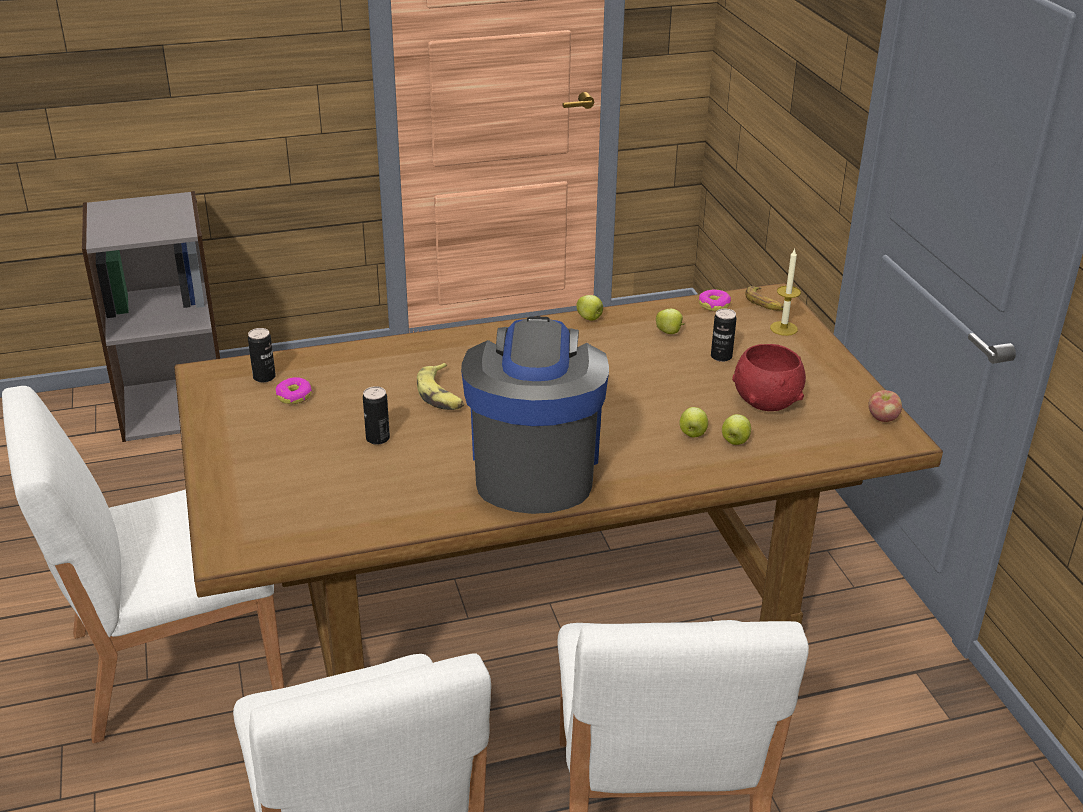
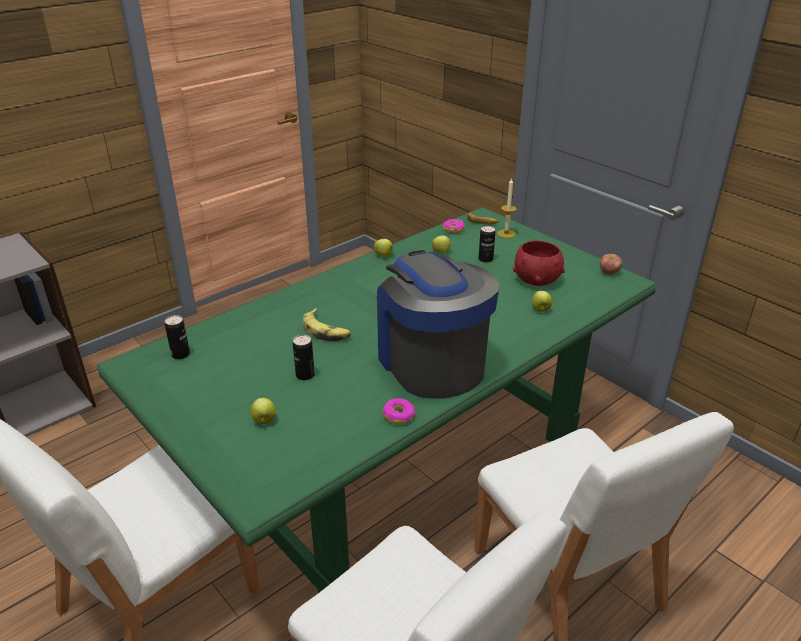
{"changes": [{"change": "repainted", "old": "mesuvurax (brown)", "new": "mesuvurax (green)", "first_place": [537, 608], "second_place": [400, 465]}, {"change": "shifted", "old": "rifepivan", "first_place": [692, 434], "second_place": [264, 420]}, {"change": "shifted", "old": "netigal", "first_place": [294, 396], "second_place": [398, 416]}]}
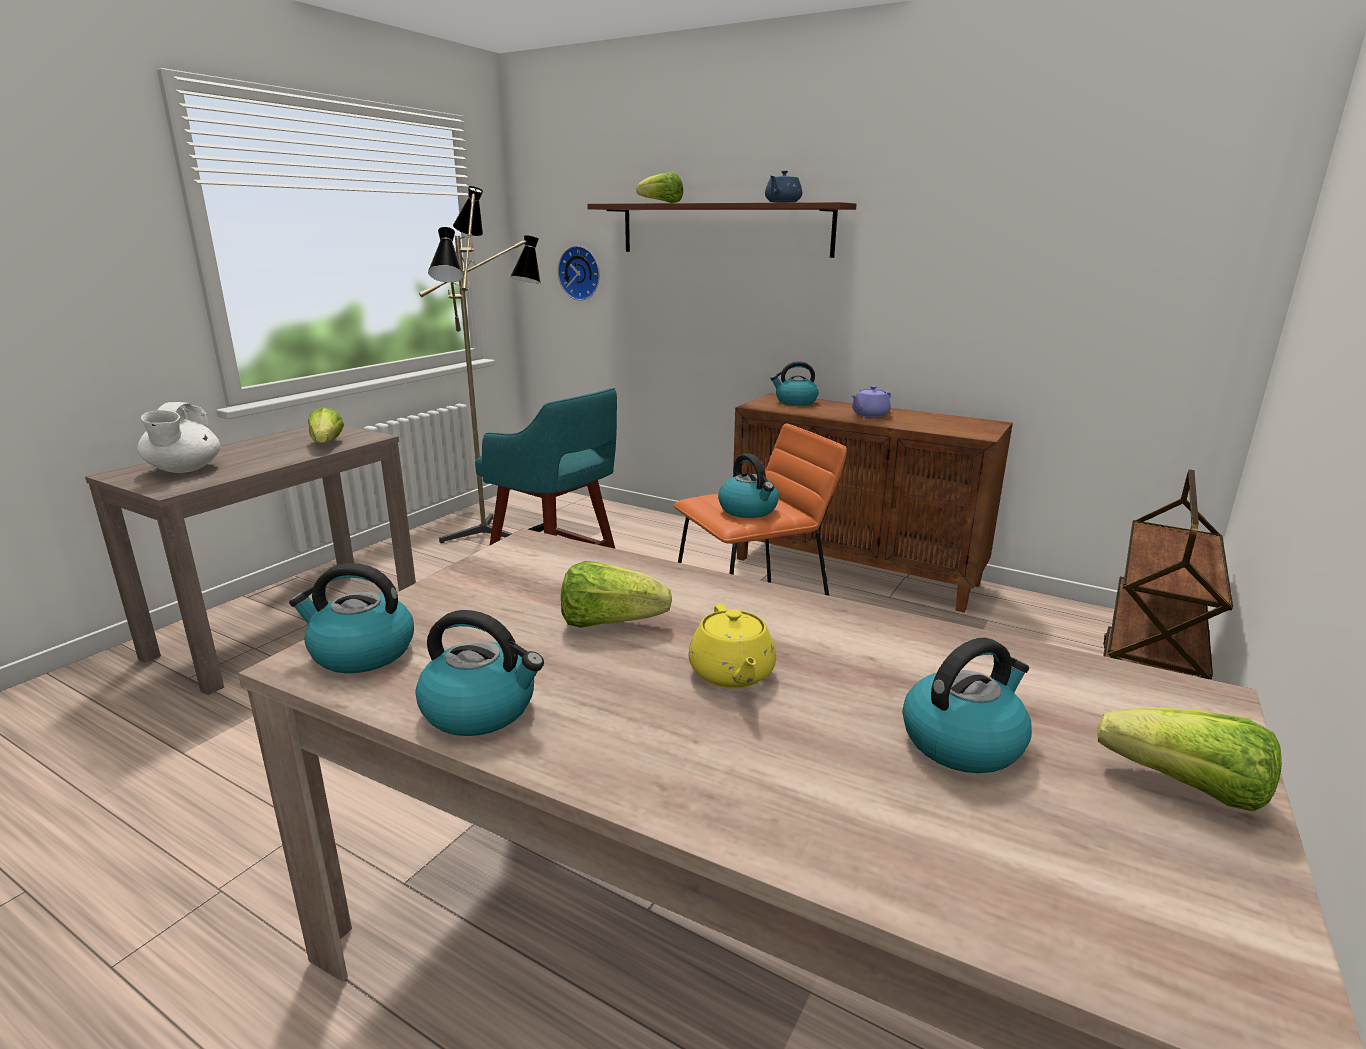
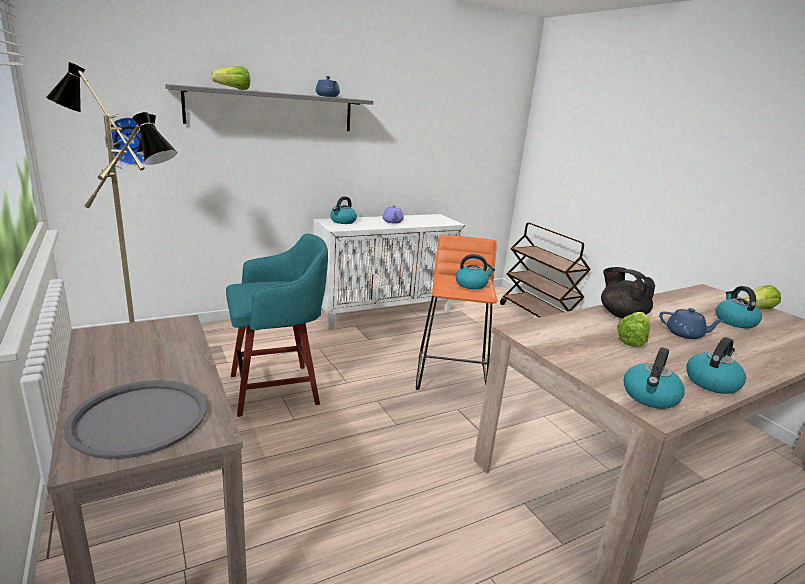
{"changes": [{"change": "swapped", "old": "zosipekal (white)", "new": "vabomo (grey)", "first_place": [184, 470], "second_place": [140, 418]}, {"change": "repainted", "old": "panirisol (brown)", "new": "panirisol (grey)", "first_place": [723, 229], "second_place": [272, 110]}, {"change": "repainted", "old": "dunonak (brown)", "new": "dunonak (white)", "first_place": [856, 571], "second_place": [385, 311]}, {"change": "new", "new": "zosipekal (black)", "second_place": [621, 315]}, {"change": "repainted", "old": "zosipekal (yellow)", "new": "zosipekal (blue)", "first_place": [732, 674], "second_place": [685, 334]}, {"change": "gone", "old": "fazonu", "first_place": [327, 444]}]}
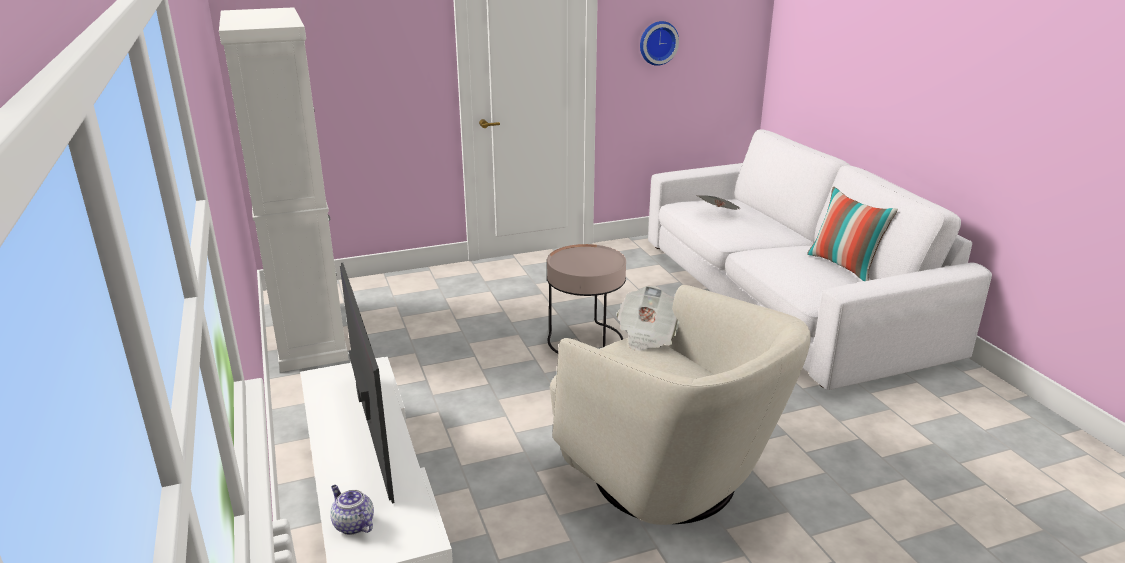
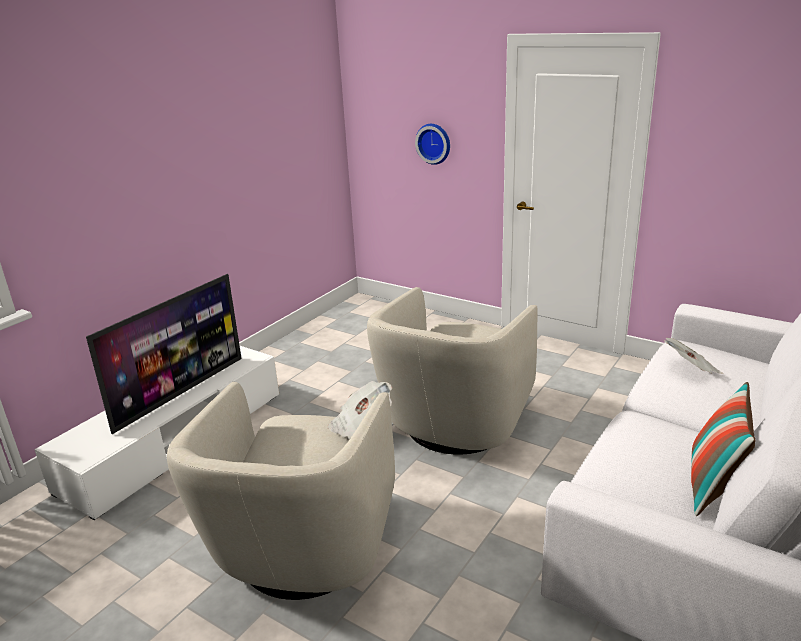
{"changes": [{"change": "swapped", "old": "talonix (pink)", "new": "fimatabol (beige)", "first_place": [585, 341], "second_place": [455, 425]}, {"change": "shifted", "old": "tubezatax", "first_place": [657, 42], "second_place": [434, 143]}, {"change": "gone", "old": "dunonak (white)", "first_place": [309, 335]}, {"change": "gone", "old": "zosipekal", "first_place": [353, 524]}]}
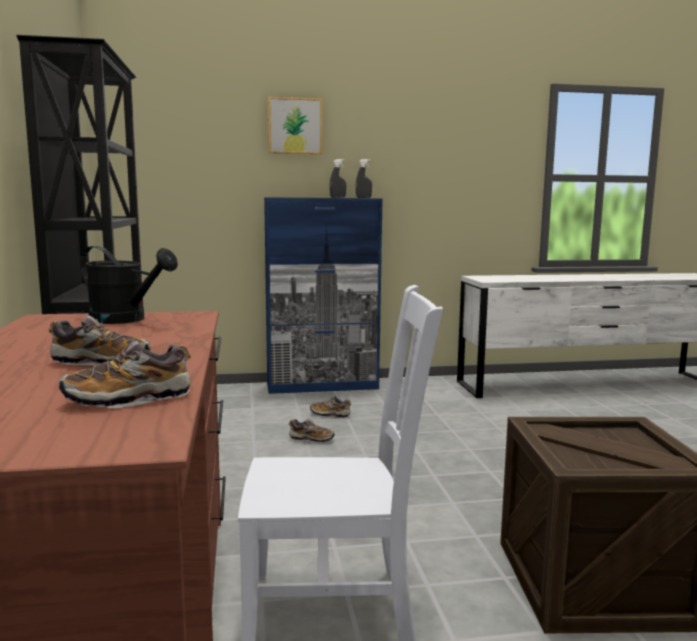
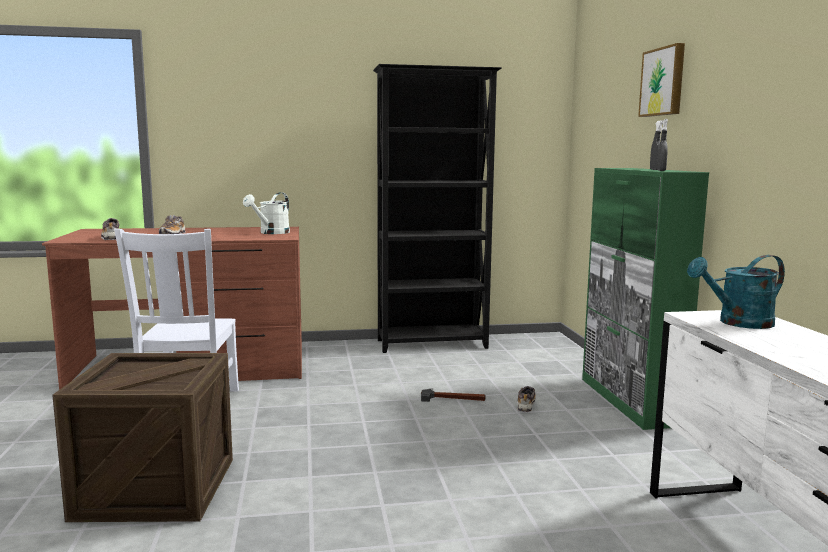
{"changes": [{"change": "repainted", "old": "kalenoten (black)", "new": "kalenoten (white)", "first_place": [126, 320], "second_place": [271, 233]}, {"change": "swapped", "old": "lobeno", "new": "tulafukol", "first_place": [311, 439], "second_place": [453, 398]}, {"change": "repainted", "old": "dunonak (blue)", "new": "dunonak (green)", "first_place": [323, 386], "second_place": [629, 401]}, {"change": "new", "new": "kalenoten (turquoise)", "second_place": [738, 323]}]}
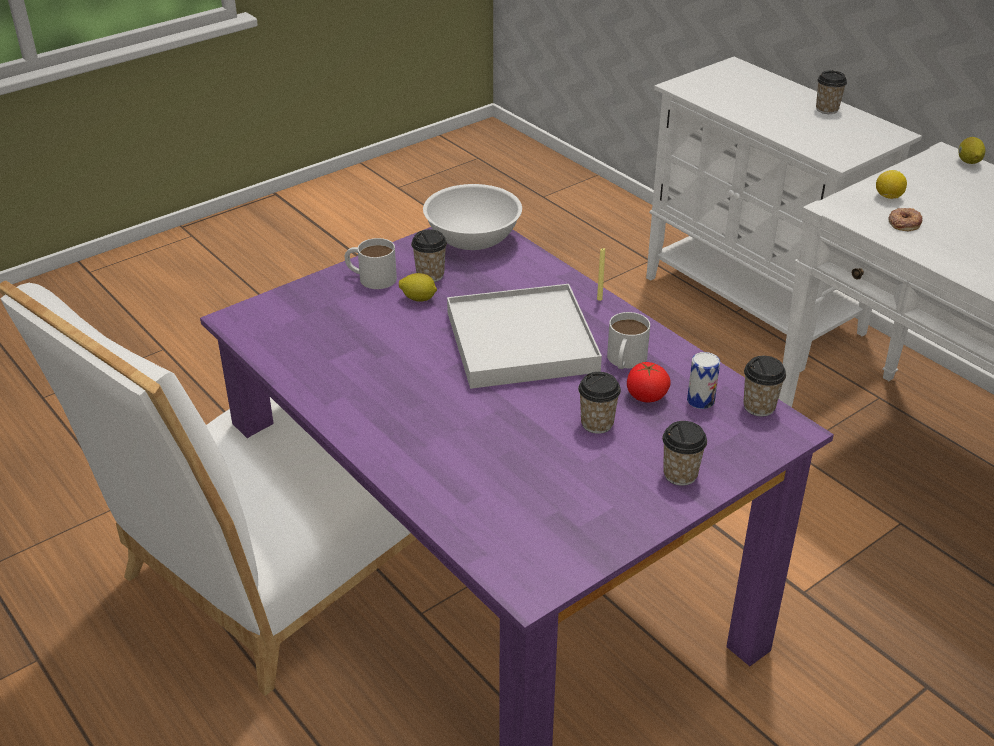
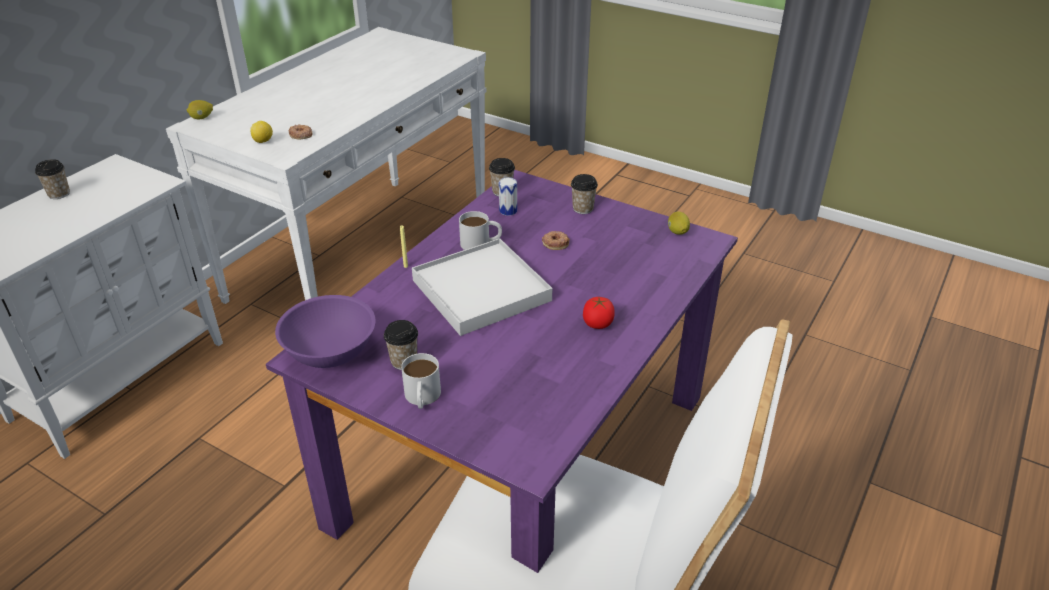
{"changes": [{"change": "repainted", "old": "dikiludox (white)", "new": "dikiludox (purple)", "first_place": [472, 239], "second_place": [331, 352]}, {"change": "swapped", "old": "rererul", "new": "netigal", "first_place": [597, 423], "second_place": [555, 243]}, {"change": "shifted", "old": "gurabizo", "first_place": [646, 396], "second_place": [597, 323]}, {"change": "shifted", "old": "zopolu", "first_place": [418, 298], "second_place": [677, 232]}]}
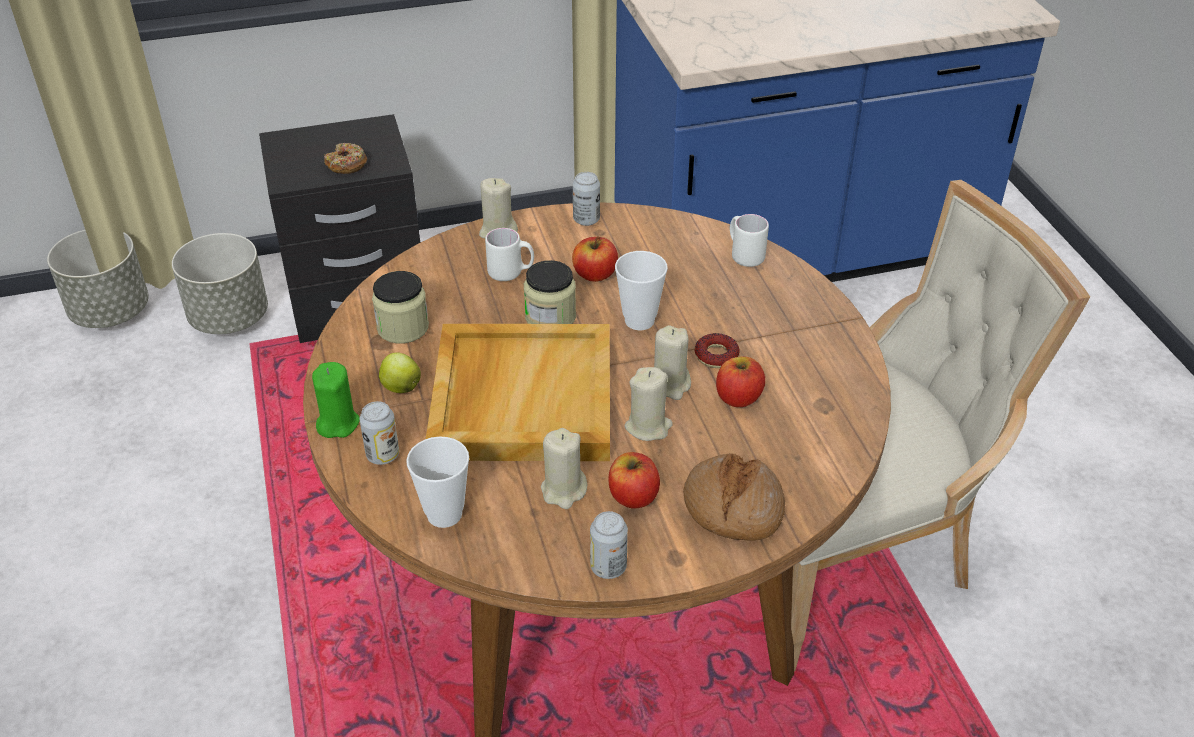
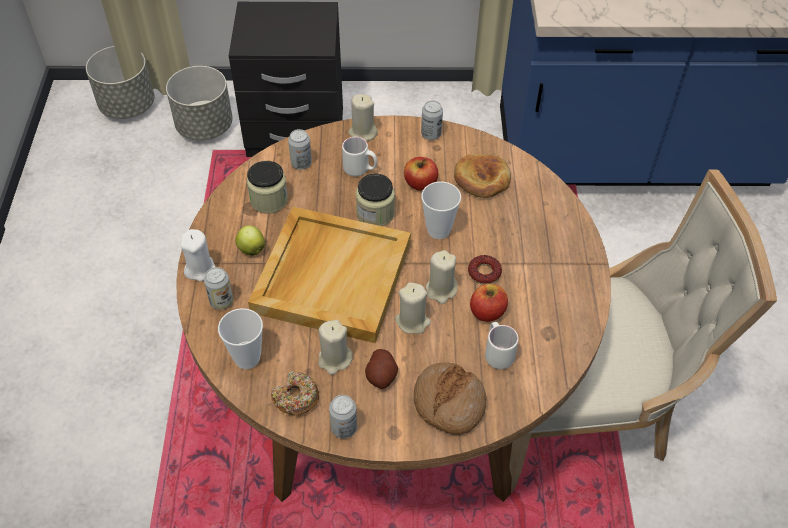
{"changes": [{"change": "repainted", "old": "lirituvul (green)", "new": "lirituvul (white)", "first_place": [337, 423], "second_place": [200, 268]}, {"change": "shifted", "old": "netigal", "first_place": [346, 165], "second_place": [296, 398]}, {"change": "new", "new": "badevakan", "second_place": [301, 163]}, {"change": "swapped", "old": "rifepivan", "new": "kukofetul", "first_place": [633, 496], "second_place": [381, 376]}, {"change": "new", "new": "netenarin", "second_place": [482, 179]}, {"change": "shifted", "old": "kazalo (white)", "first_place": [744, 255], "second_place": [497, 353]}]}
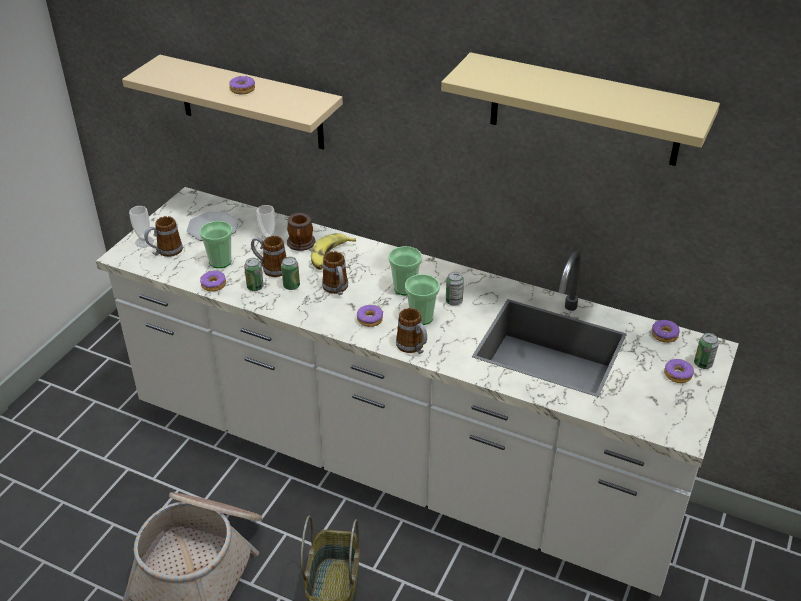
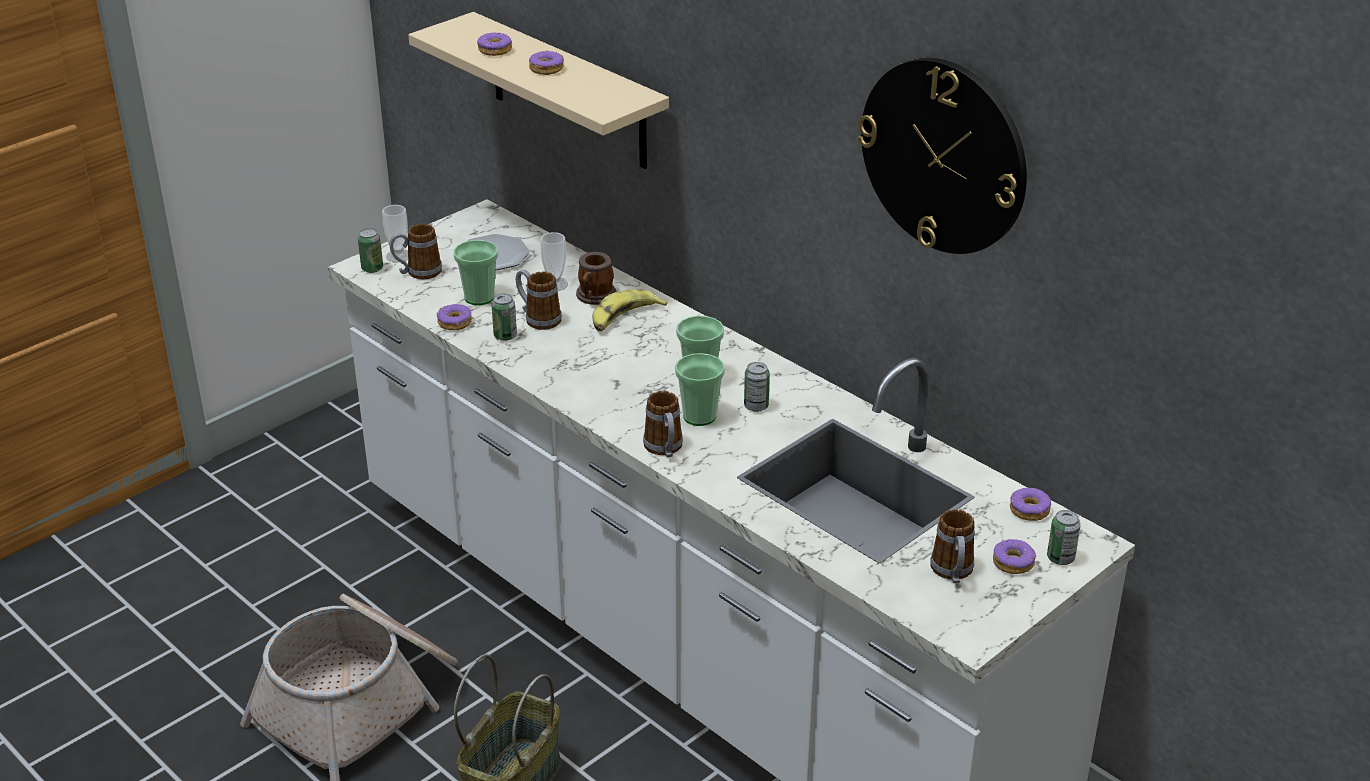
{"changes": [{"change": "shifted", "old": "badevakan", "first_place": [291, 286], "second_place": [372, 268]}, {"change": "shifted", "old": "netigal", "first_place": [370, 319], "second_place": [495, 50]}, {"change": "swapped", "old": "panirisol (beige)", "new": "tubezatax", "first_place": [584, 110], "second_place": [944, 156]}, {"change": "shifted", "old": "kazalo", "first_place": [337, 289], "second_place": [953, 573]}]}
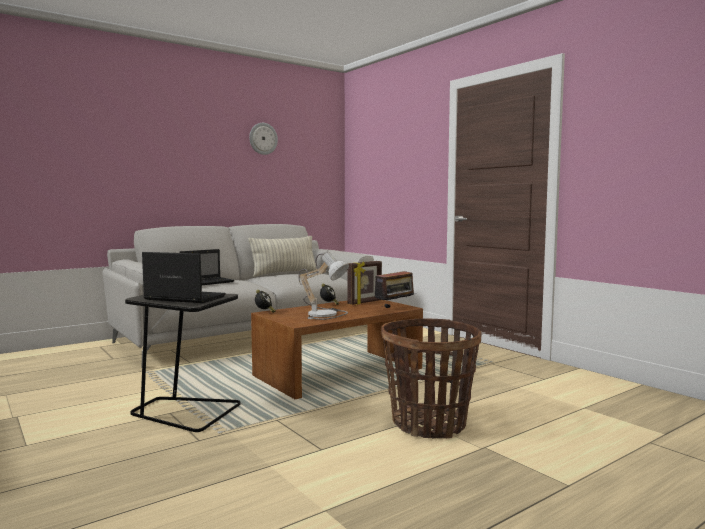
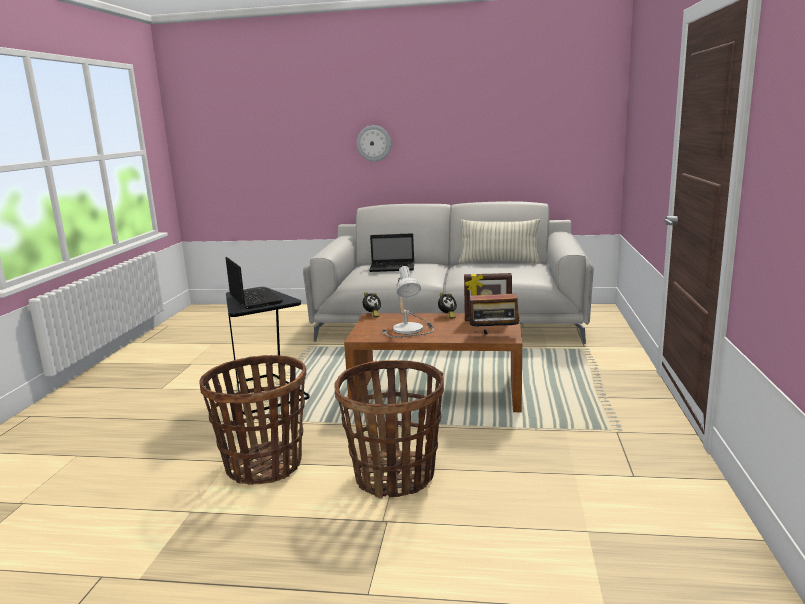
{"changes": [{"change": "new", "new": "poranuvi", "second_place": [263, 465]}, {"change": "shifted", "old": "tubezatax", "first_place": [263, 138], "second_place": [374, 143]}]}
